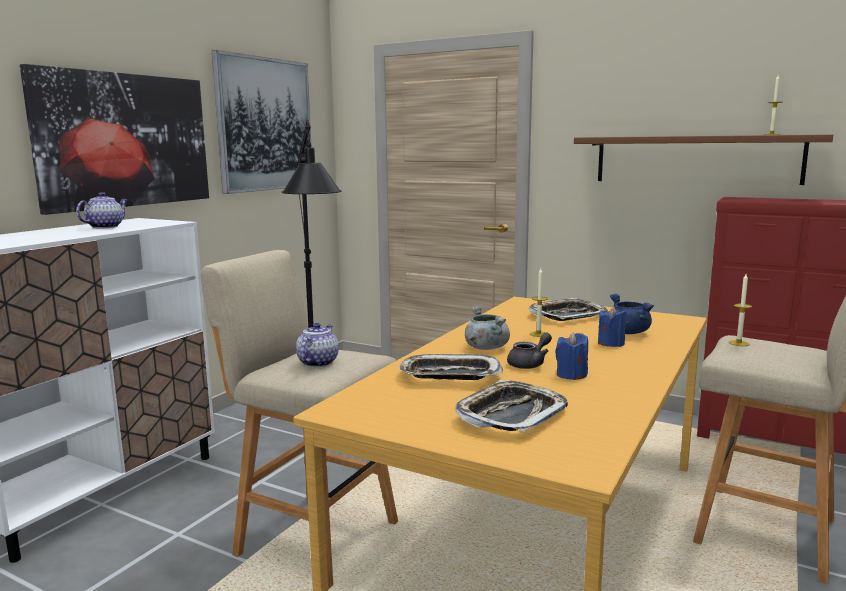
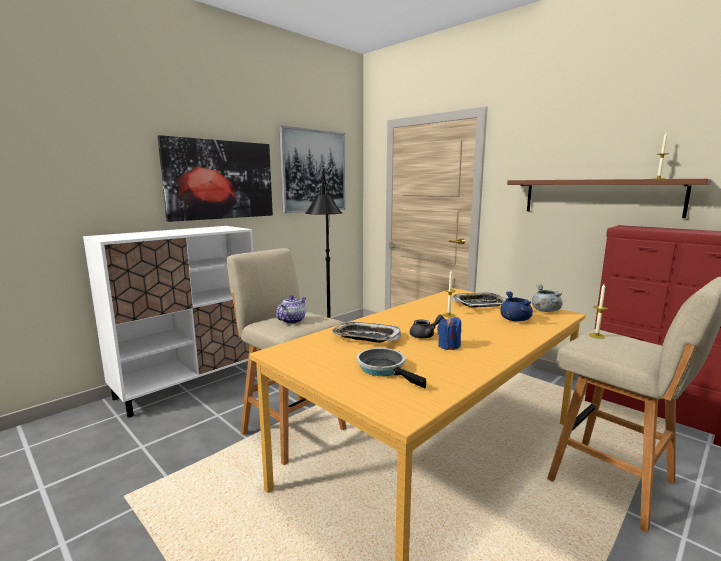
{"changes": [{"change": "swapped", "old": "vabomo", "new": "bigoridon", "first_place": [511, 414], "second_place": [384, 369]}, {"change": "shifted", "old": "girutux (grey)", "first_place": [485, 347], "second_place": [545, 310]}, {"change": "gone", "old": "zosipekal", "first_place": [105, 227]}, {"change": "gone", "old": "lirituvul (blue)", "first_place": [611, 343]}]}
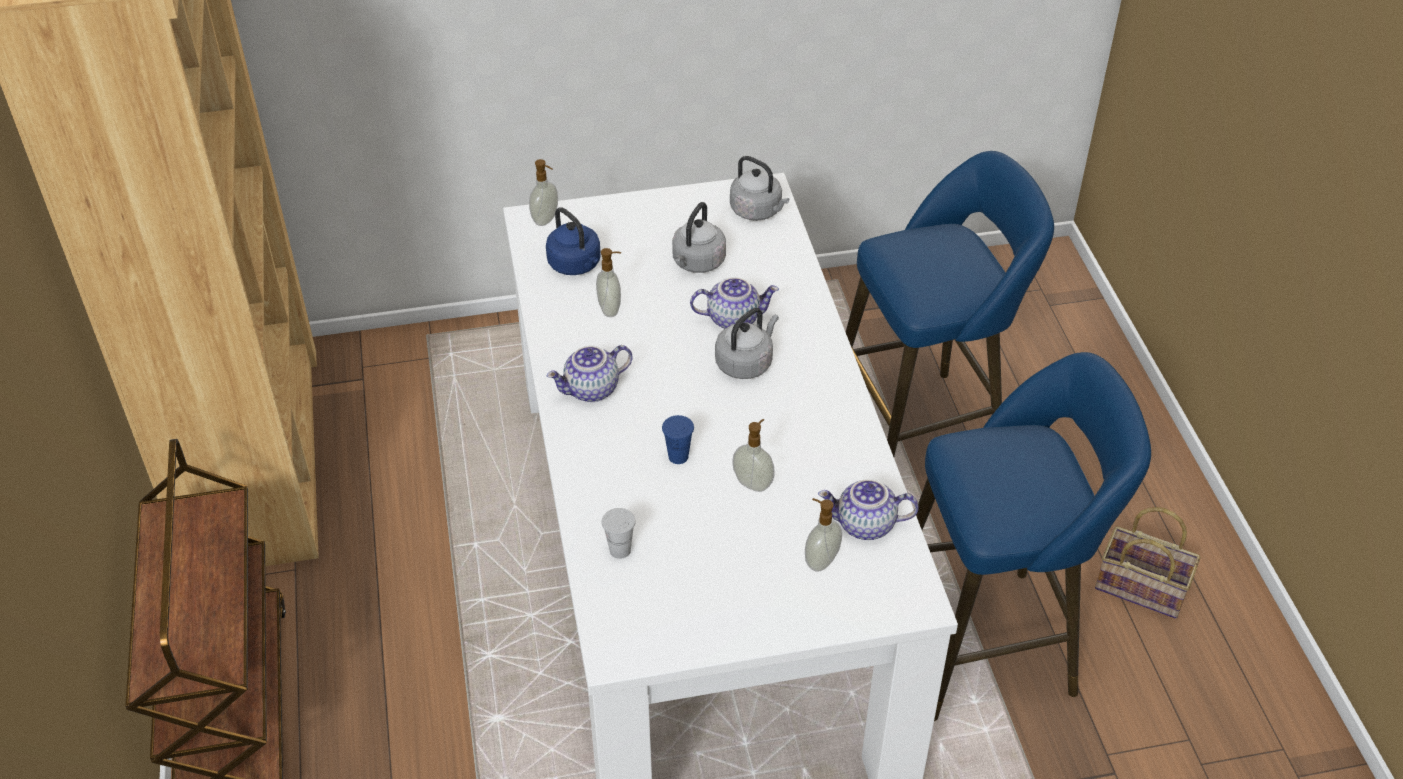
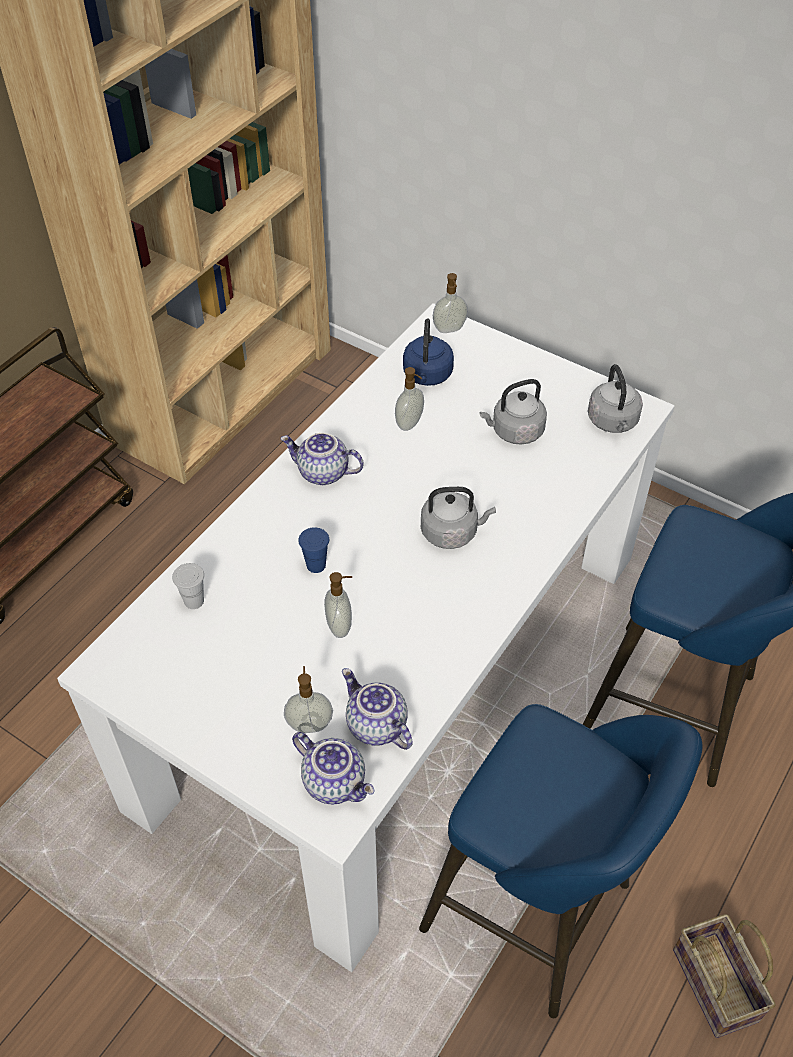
{"changes": [{"change": "shifted", "old": "zosipekal", "first_place": [734, 318], "second_place": [335, 781]}]}
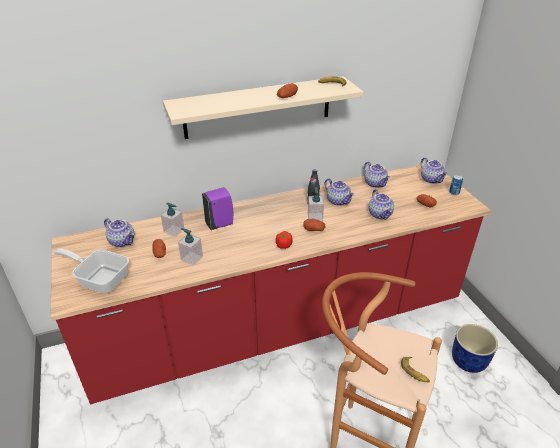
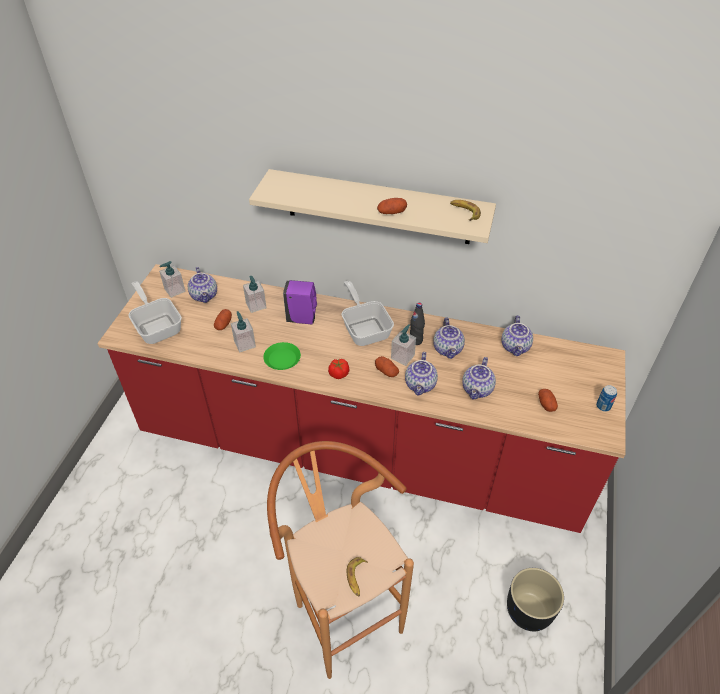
{"changes": [{"change": "new", "new": "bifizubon", "second_place": [174, 290]}, {"change": "new", "new": "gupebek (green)", "second_place": [282, 358]}, {"change": "new", "new": "bigoridon", "second_place": [365, 328]}, {"change": "shifted", "old": "zosipekal", "first_place": [431, 179], "second_place": [421, 385]}, {"change": "repainted", "old": "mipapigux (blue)", "new": "mipapigux (black)", "first_place": [468, 361], "second_place": [528, 610]}]}
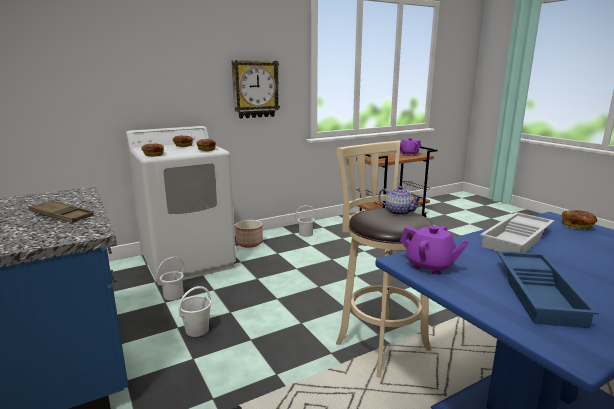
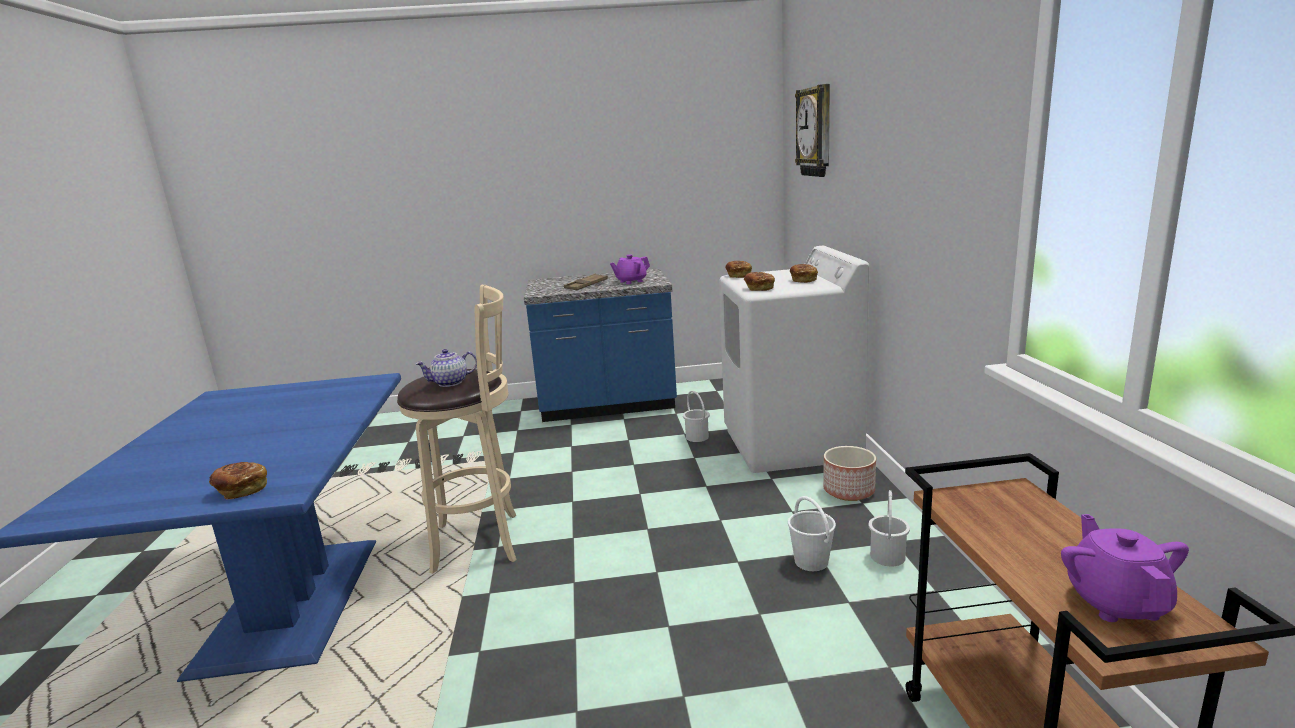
{"changes": [{"change": "shifted", "old": "zosipekal (purple)", "first_place": [430, 266], "second_place": [631, 281]}, {"change": "shifted", "old": "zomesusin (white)", "first_place": [197, 330], "second_place": [811, 562]}, {"change": "shifted", "old": "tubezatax", "first_place": [255, 89], "second_place": [816, 132]}, {"change": "gone", "old": "vabomo (white)", "first_place": [518, 239]}, {"change": "gone", "old": "vabomo (blue)", "first_place": [540, 293]}]}
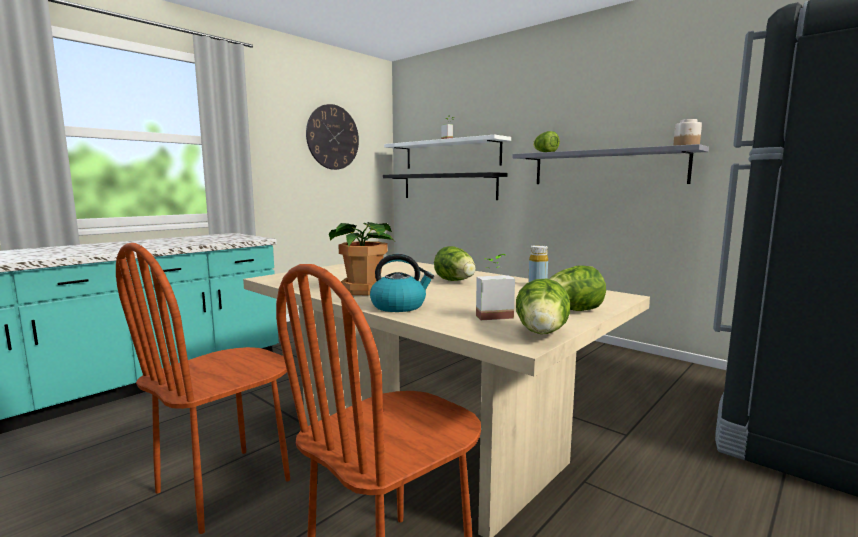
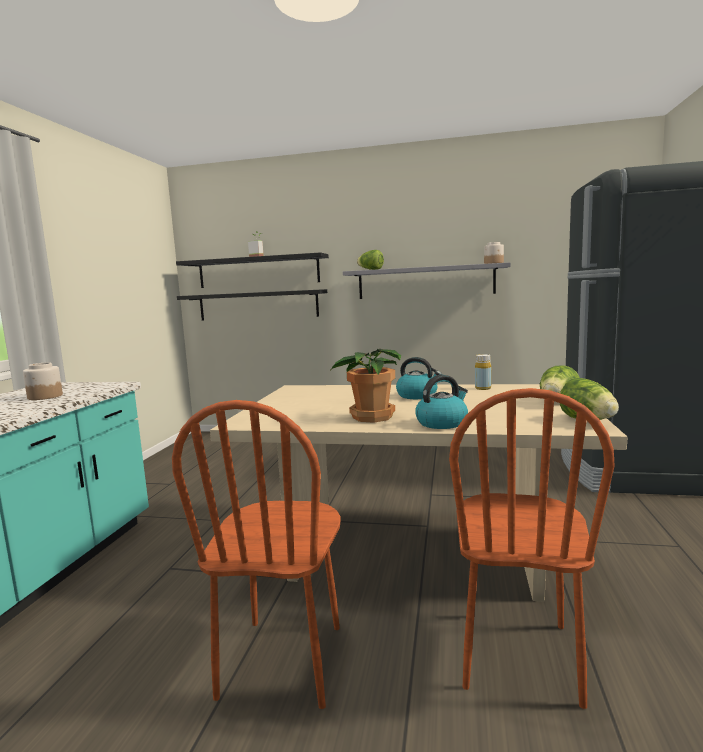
{"changes": [{"change": "new", "new": "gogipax", "second_place": [45, 396]}, {"change": "repainted", "old": "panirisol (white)", "new": "panirisol (black)", "first_place": [451, 154], "second_place": [258, 271]}, {"change": "swapped", "old": "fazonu", "new": "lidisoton", "first_place": [456, 281], "second_place": [417, 395]}, {"change": "gone", "old": "tubezatax", "first_place": [333, 137]}, {"change": "gone", "old": "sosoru", "first_place": [492, 315]}]}
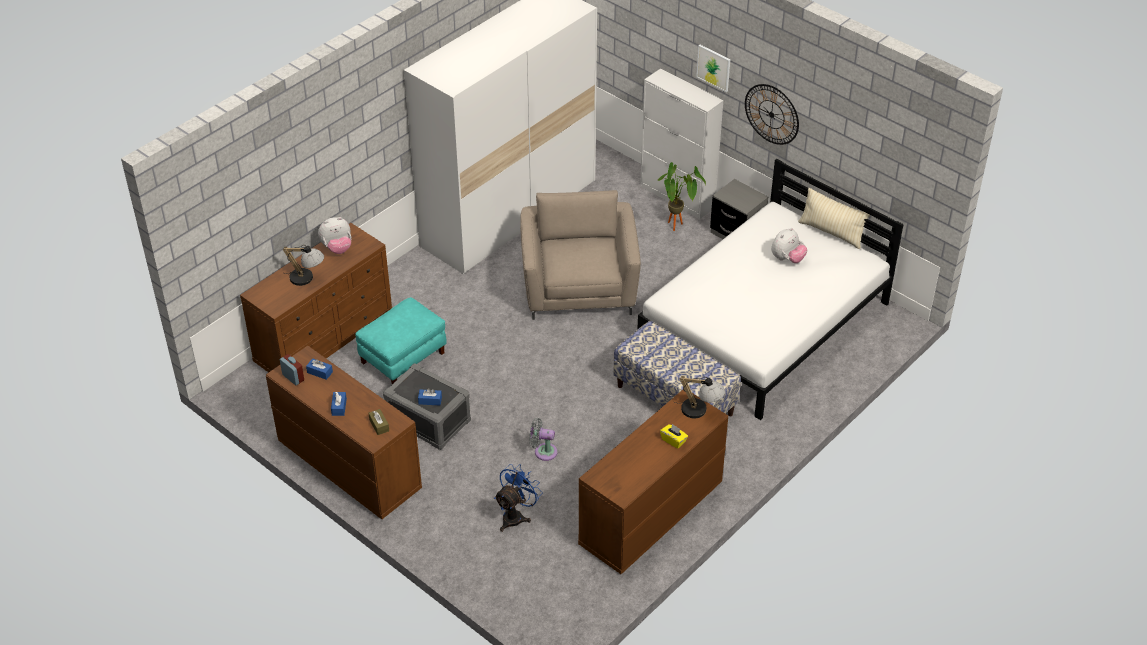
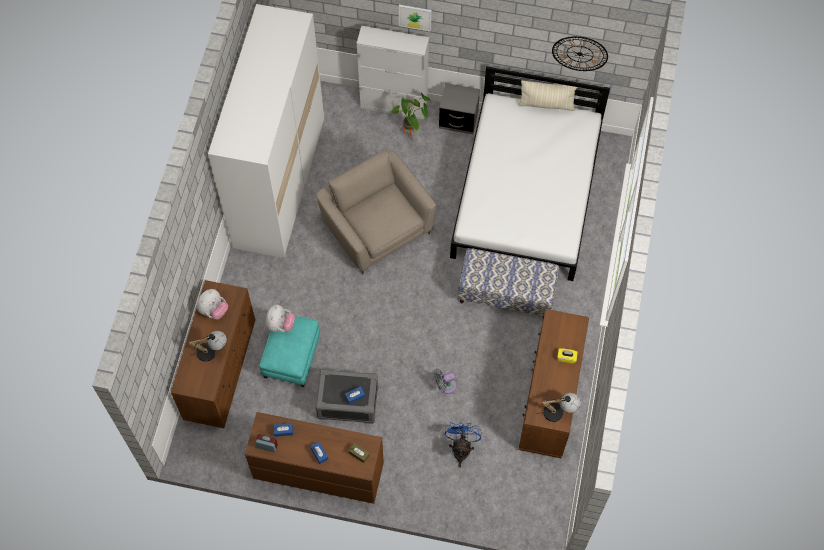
{"changes": [{"change": "shifted", "old": "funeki", "first_place": [787, 259], "second_place": [280, 325]}, {"change": "shifted", "old": "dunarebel", "first_place": [700, 411], "second_place": [559, 412]}, {"change": "shifted", "old": "tubezatax", "first_place": [771, 114], "second_place": [580, 53]}]}
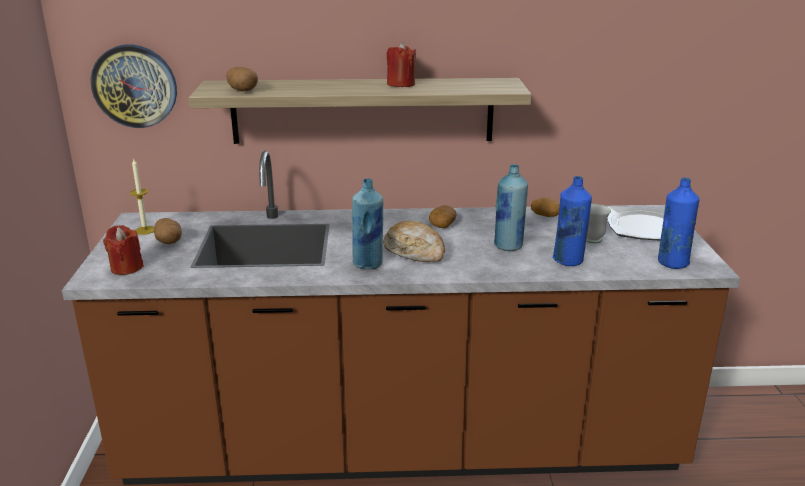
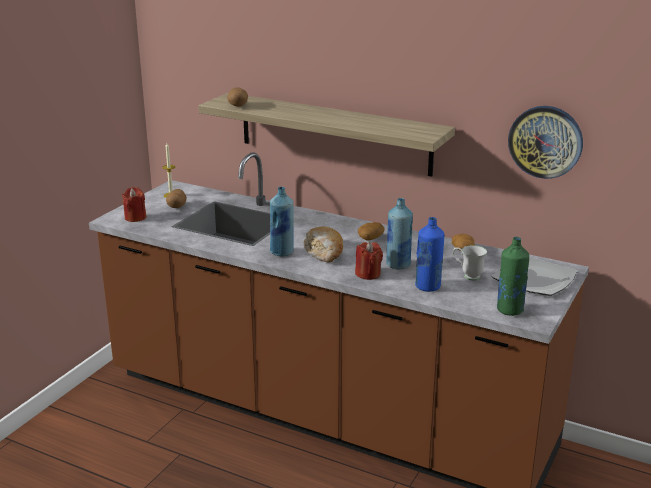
{"changes": [{"change": "shifted", "old": "lirituvul (red)", "first_place": [401, 84], "second_place": [368, 274]}, {"change": "repainted", "old": "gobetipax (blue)", "new": "gobetipax (green)", "first_place": [672, 263], "second_place": [510, 310]}, {"change": "shifted", "old": "tubezatax", "first_place": [135, 86], "second_place": [545, 141]}]}
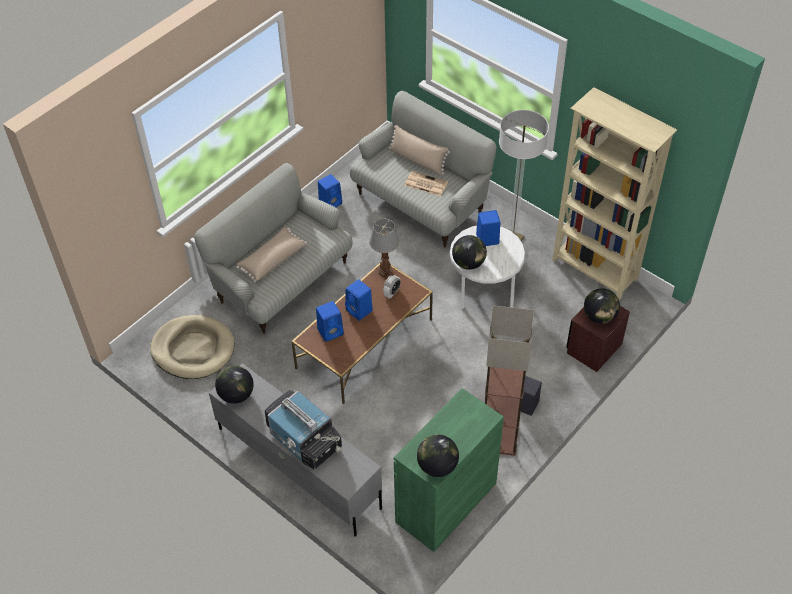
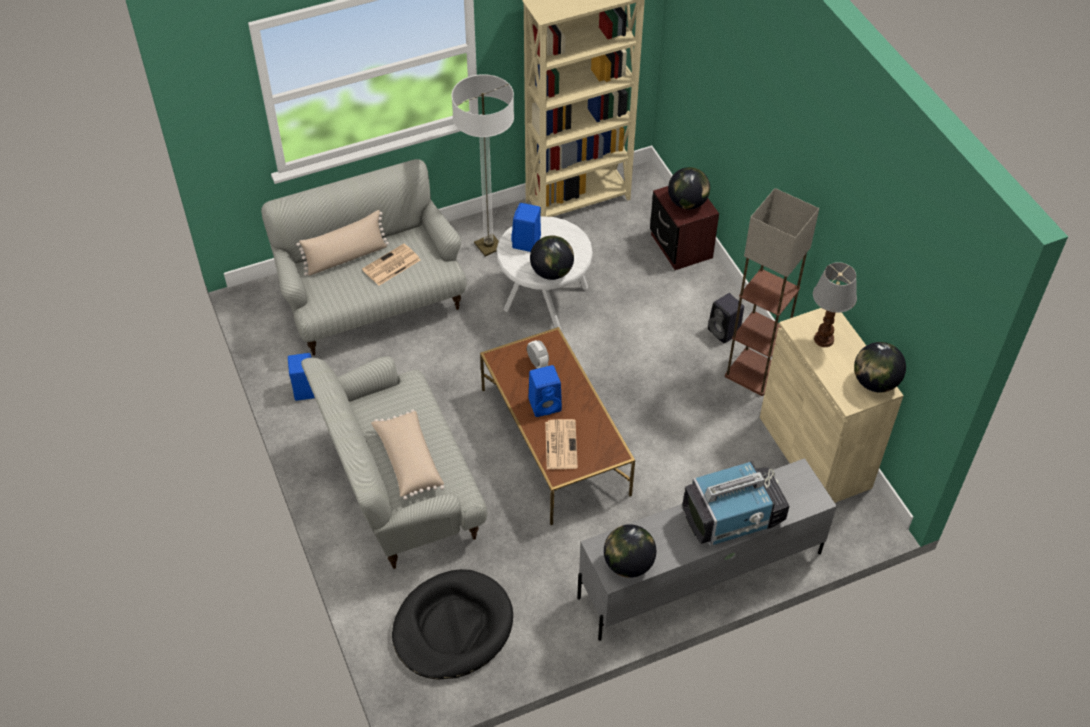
{"changes": [{"change": "repainted", "old": "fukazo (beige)", "new": "fukazo (black)", "first_place": [193, 349], "second_place": [452, 627]}, {"change": "swapped", "old": "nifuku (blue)", "new": "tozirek", "first_place": [331, 331], "second_place": [560, 444]}, {"change": "repainted", "old": "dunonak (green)", "new": "dunonak (beige)", "first_place": [446, 502], "second_place": [814, 452]}, {"change": "shifted", "old": "dunarebel", "first_place": [384, 272], "second_place": [824, 340]}]}
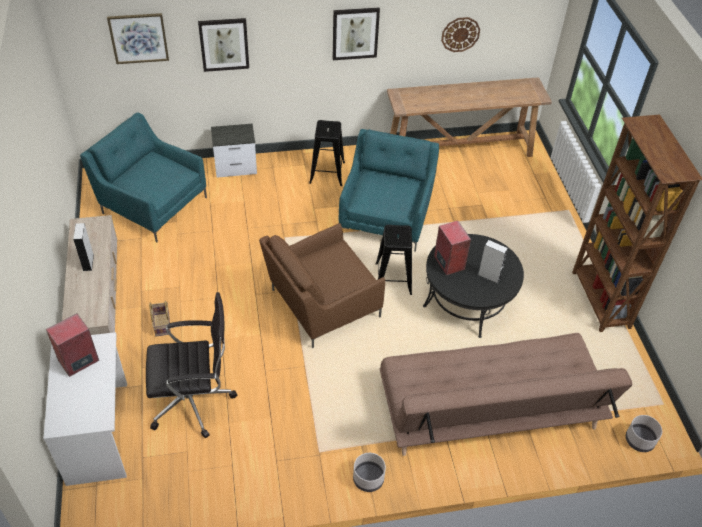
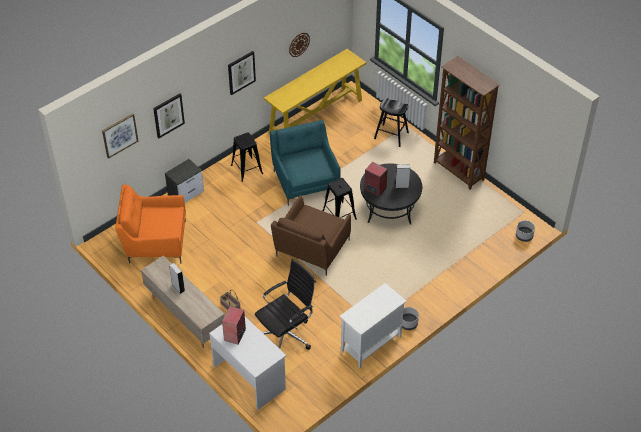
{"changes": [{"change": "repainted", "old": "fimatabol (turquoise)", "new": "fimatabol (orange)", "first_place": [152, 203], "second_place": [154, 241]}, {"change": "repainted", "old": "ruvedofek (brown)", "new": "ruvedofek (yellow)", "first_place": [460, 150], "second_place": [316, 116]}, {"change": "new", "new": "dunonak (white)", "second_place": [370, 345]}, {"change": "new", "new": "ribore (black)", "second_place": [391, 135]}, {"change": "gone", "old": "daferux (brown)", "first_place": [490, 409]}]}
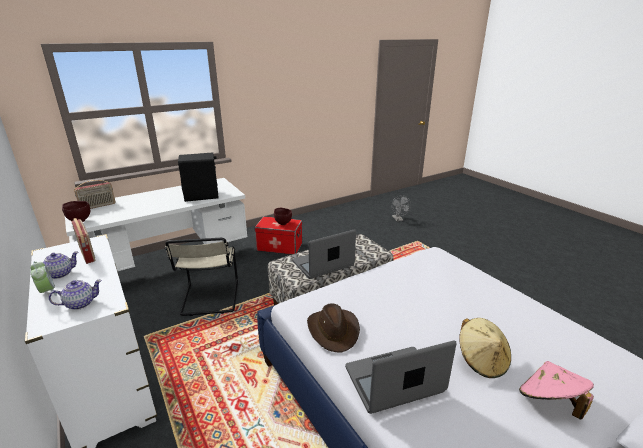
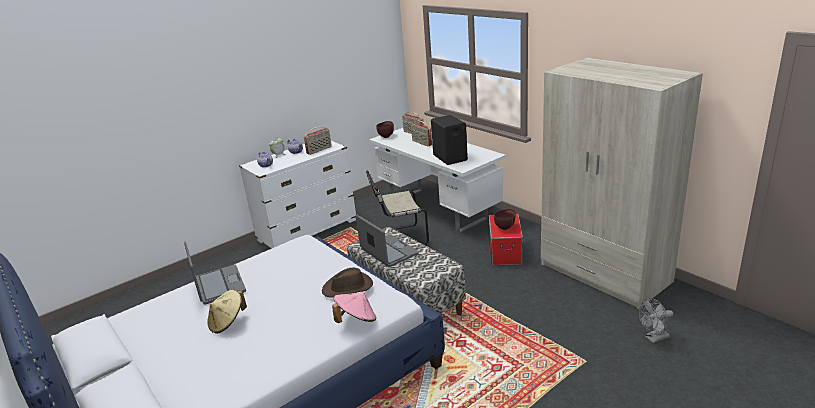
{"changes": [{"change": "shifted", "old": "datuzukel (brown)", "first_place": [333, 330], "second_place": [348, 288]}, {"change": "shifted", "old": "datuzukel (pink)", "first_place": [550, 402], "second_place": [356, 320]}, {"change": "new", "new": "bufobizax", "second_place": [421, 143]}, {"change": "new", "new": "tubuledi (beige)", "second_place": [604, 273]}]}
